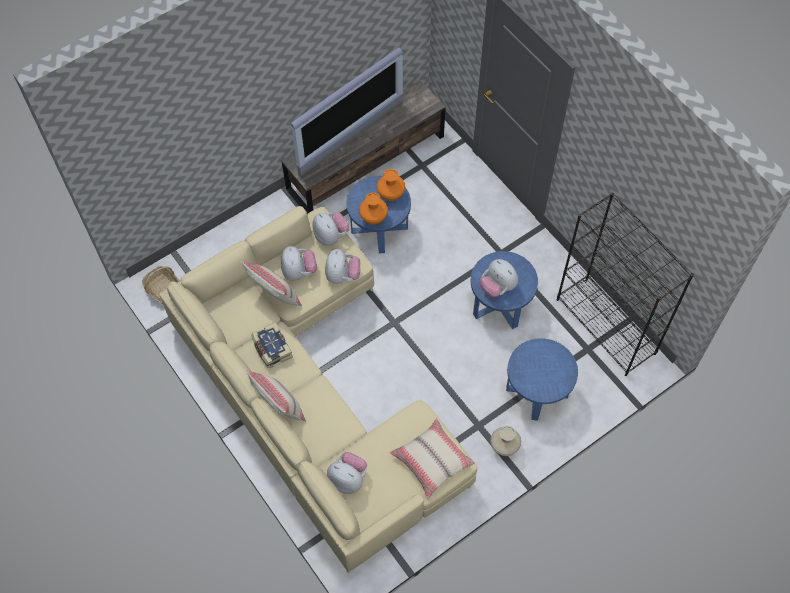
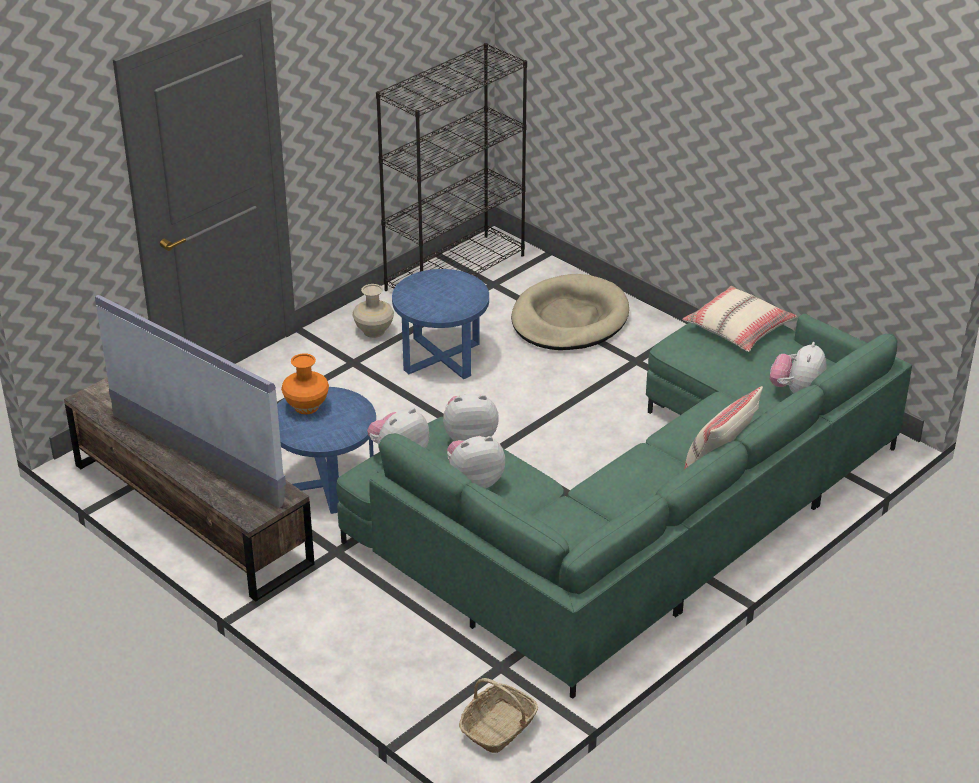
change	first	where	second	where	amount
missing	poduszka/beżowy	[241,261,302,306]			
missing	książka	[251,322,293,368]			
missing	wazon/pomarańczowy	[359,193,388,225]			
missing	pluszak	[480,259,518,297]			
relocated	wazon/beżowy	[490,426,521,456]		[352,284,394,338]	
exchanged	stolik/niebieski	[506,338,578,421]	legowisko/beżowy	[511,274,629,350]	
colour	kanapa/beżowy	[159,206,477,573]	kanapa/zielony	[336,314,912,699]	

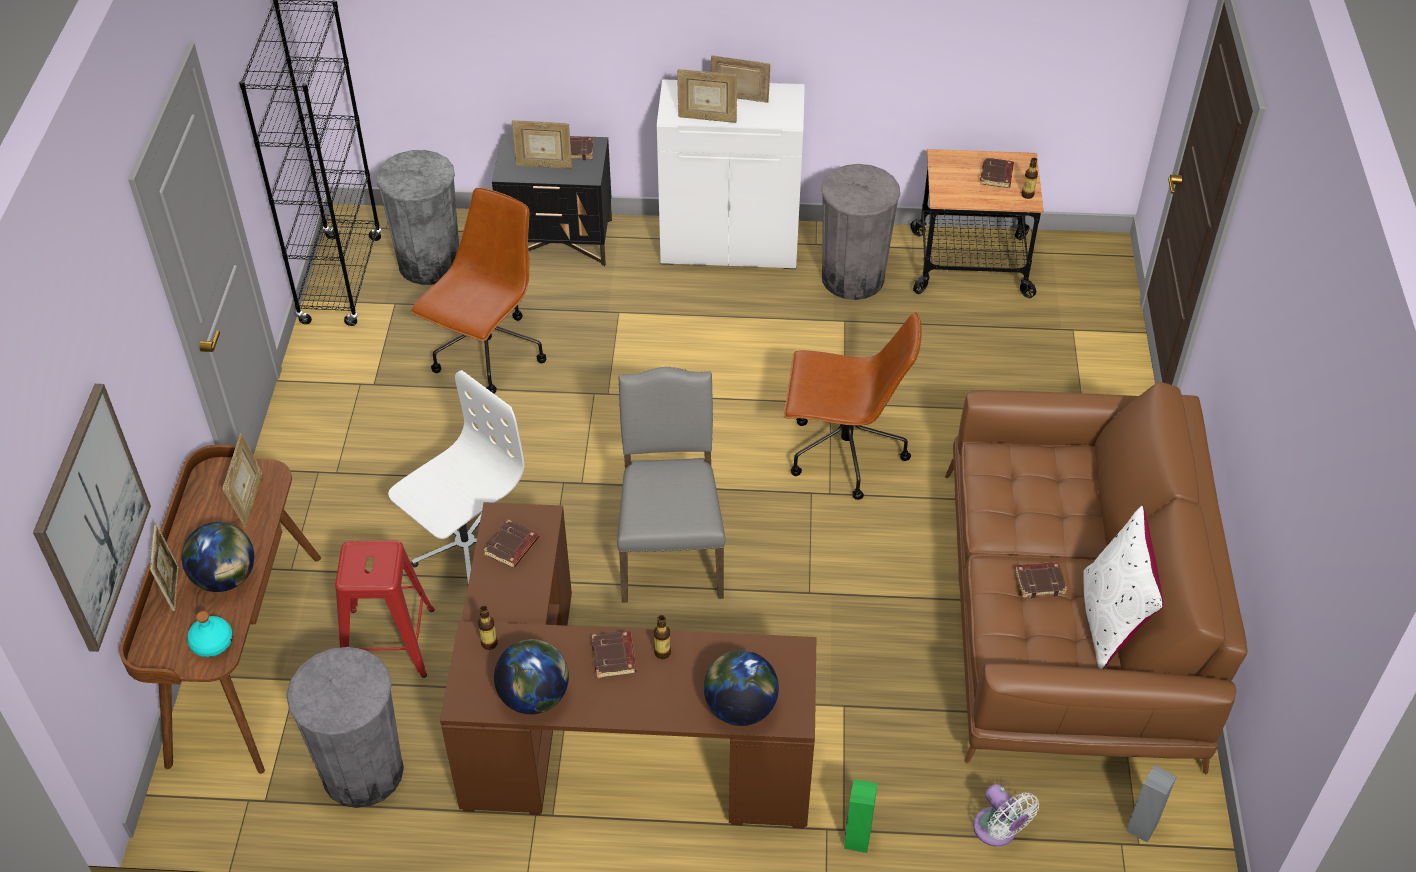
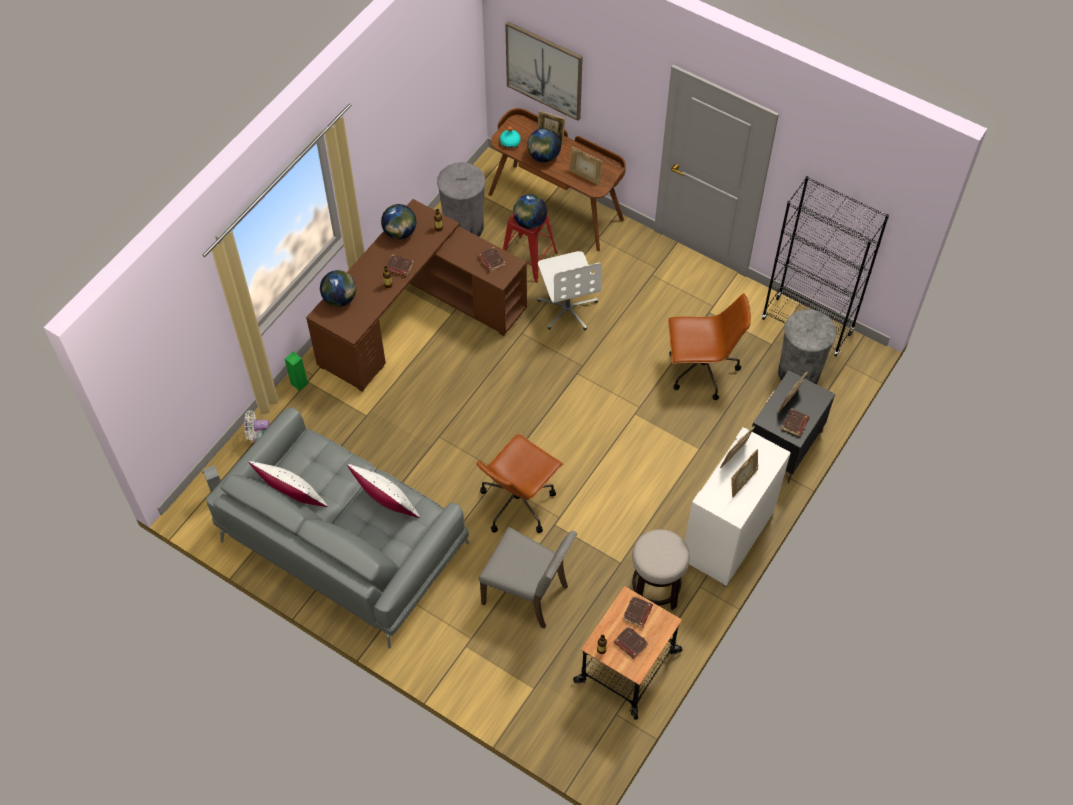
change	first	where	second	where	amount
appeared			poduszka/biały	[347,464,420,518]	
appeared			globus	[513,194,547,229]	
relocated	krzesło/szary	[617,367,726,603]		[479,527,577,629]	
relocated	książka/brązowy	[1015,562,1067,598]		[623,596,653,628]	
exchanged	kosz na śmieci/szary	[821,164,900,300]	stołek	[632,529,690,610]	
colour	kanapa/brązowy	[945,382,1247,774]	kanapa/szary	[206,407,469,648]	
spun	krzesło biurowe/brązowy	[411,188,546,394]		[668,293,751,400]	60 degrees counterclockwise

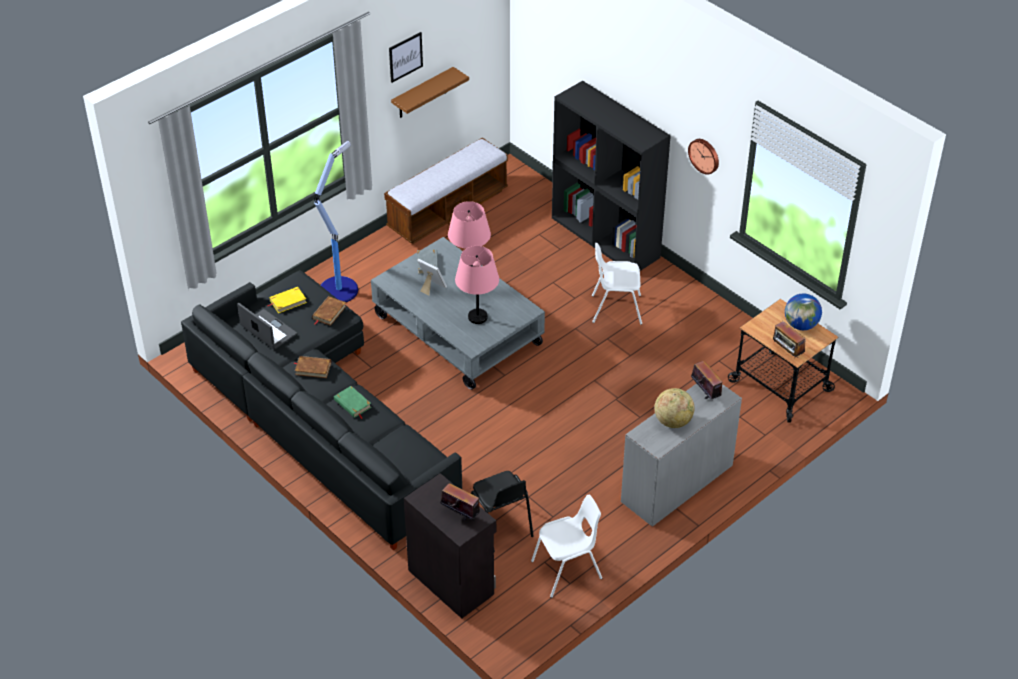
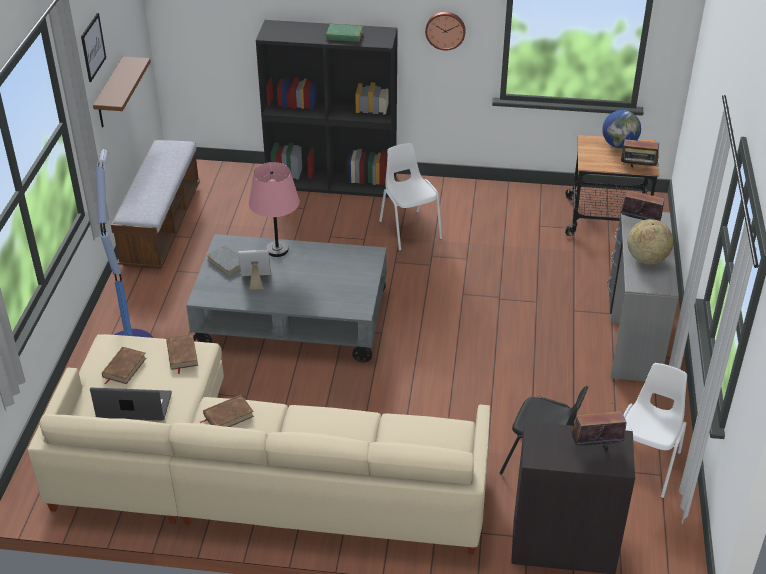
change	first	where	second	where	amount
missing	lampa stołowa/różowy	[455,246,499,324]			
relocated	książka/zielony	[334,386,372,419]		[326,24,366,42]	
colour	kanapa/czarny	[181,270,462,550]	kanapa/beżowy	[28,334,490,554]	
colour	książka/żółty	[267,287,307,313]	książka/brązowy	[102,347,146,385]	
spun	krzesło/biały	[592,243,642,325]		[379,143,442,251]	105 degrees clockwise

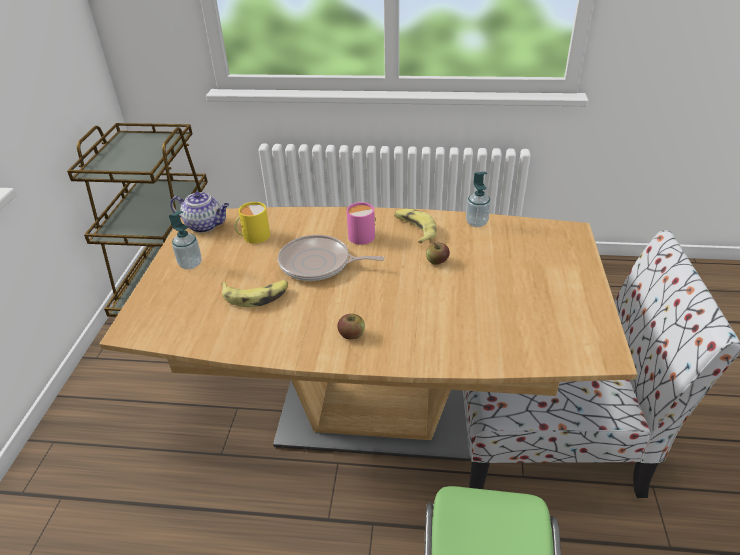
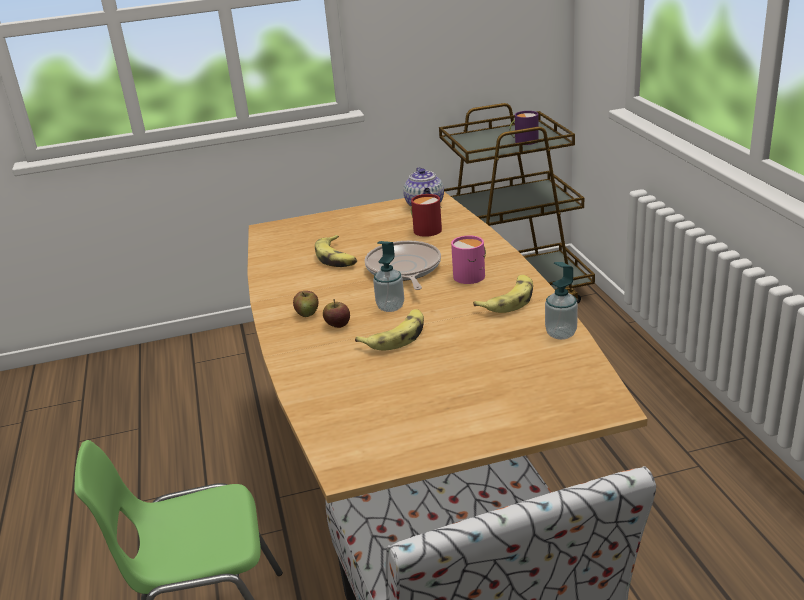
change	first	where	second	where	amount
appeared			banan	[355,309,424,350]	
appeared			kubek/fioletowy	[509,111,539,145]	
relocated	dozownik mydła	[169,211,201,269]		[373,241,404,312]	
relocated	jabłko	[426,243,450,265]		[323,299,350,328]	
colour	kubek/żółty	[235,202,270,244]	kubek/czerwony	[411,194,442,237]	

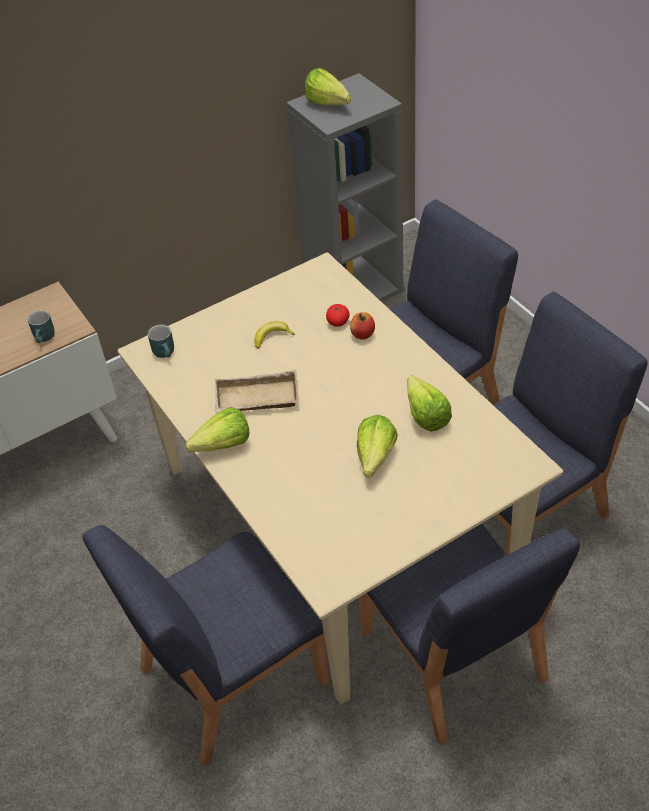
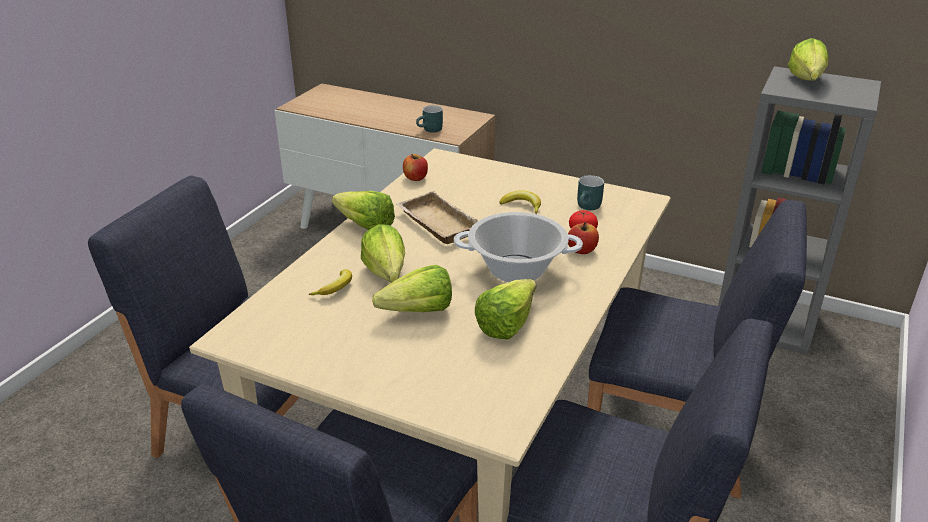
change	first	where	second	where	amount
appeared			banan	[308,269,352,295]	
appeared			sałata	[361,224,405,283]	
appeared			jabłko	[403,154,428,181]	
appeared			garnek	[454,212,583,282]	
relocated	kubek/turkusowy	[148,325,174,358]		[577,175,604,210]	

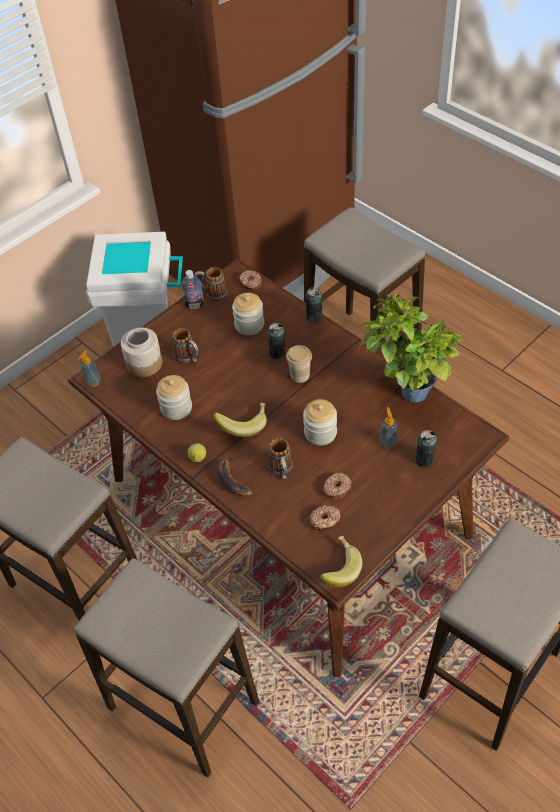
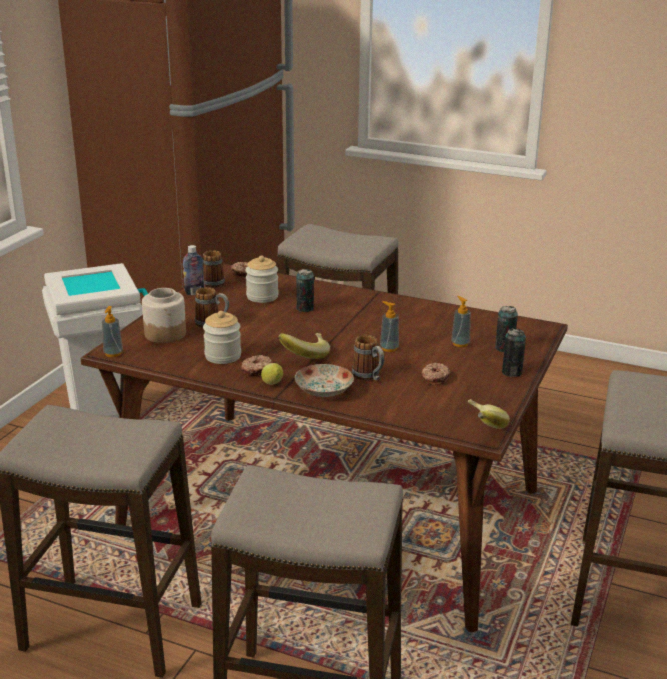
change	first	where	second	where	amount
missing	filiżanka	[286,345,312,383]			
missing	roślina doniczkowa	[359,294,464,402]			
relocated	puszka	[306,287,322,323]		[502,328,526,377]	
relocated	donut	[309,505,341,531]		[241,355,273,376]	
exchanged	banan	[218,456,254,496]	talerz	[295,364,354,397]	
exchanged	słoik	[303,399,337,446]	dozownik mydła	[380,301,399,352]	

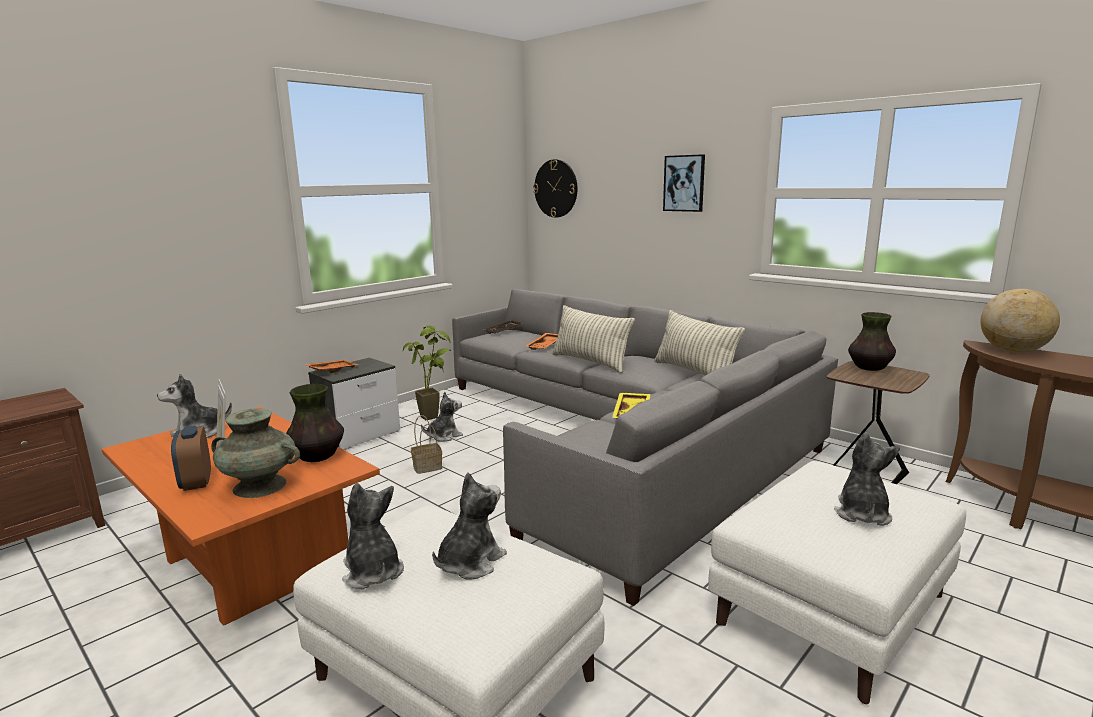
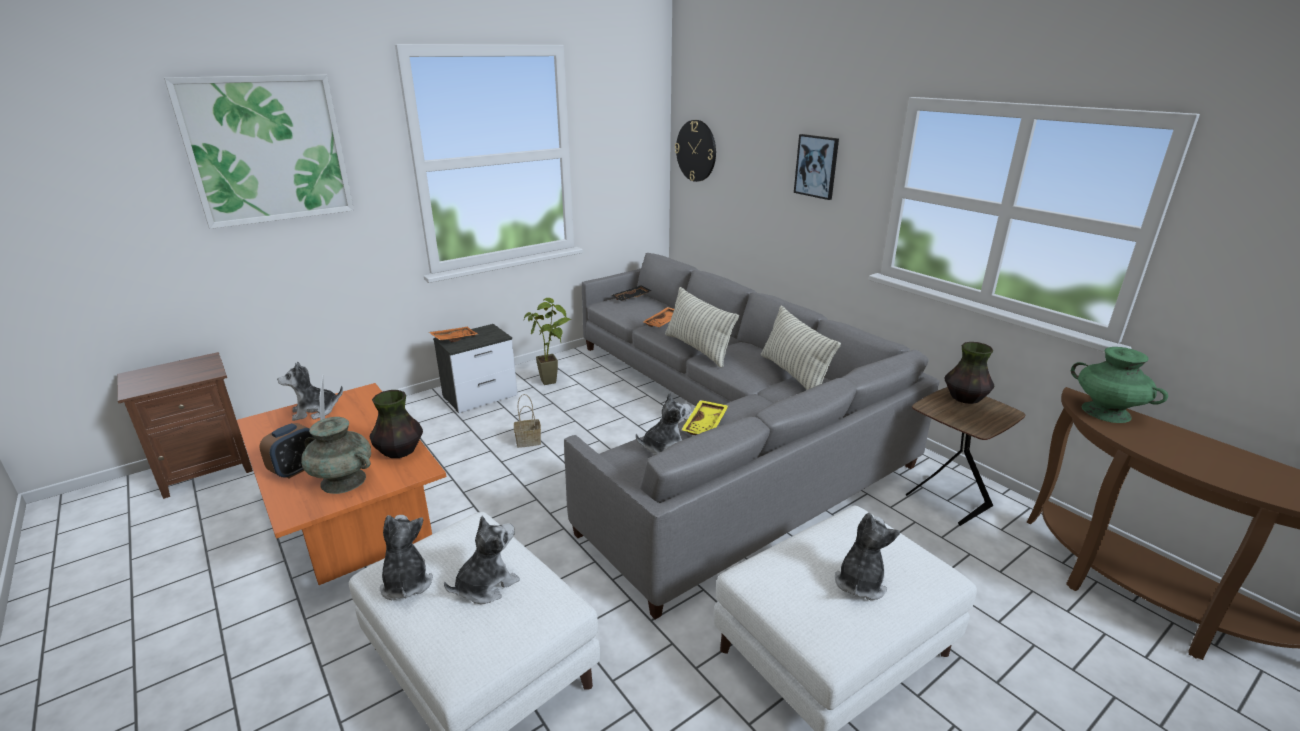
change	first	where	second	where	amount
appeared			obraz	[164,75,354,229]	
relocated	pluszak	[421,392,463,442]		[636,392,691,455]	
exchanged	globus	[981,289,1060,353]	wazon/zielony	[1071,347,1168,423]	
spun	budzik	[171,425,211,491]		[259,423,314,478]	135 degrees counterclockwise

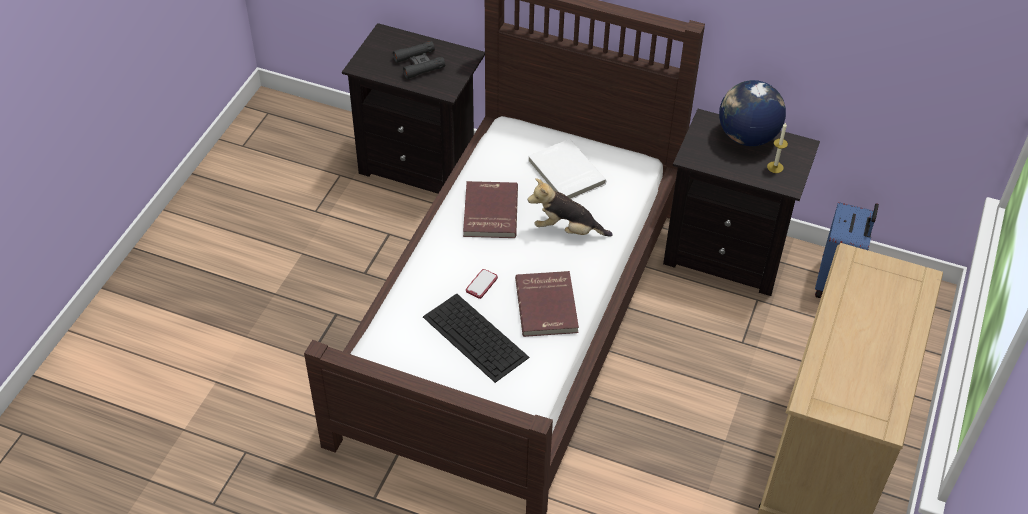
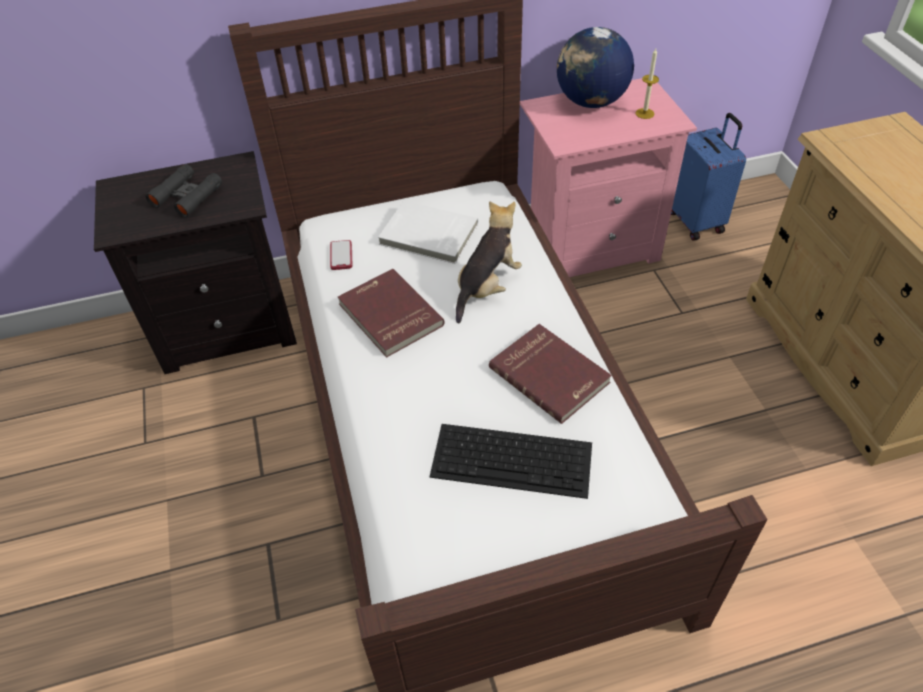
change	first	where	second	where	amount
relocated	telefon	[466,269,498,299]		[330,240,352,270]	
colour	szafka nocna/czarny	[663,109,820,296]	szafka nocna/różowy	[520,78,697,277]	
spun	pluszak	[528,178,613,237]		[456,201,522,323]	150 degrees clockwise

